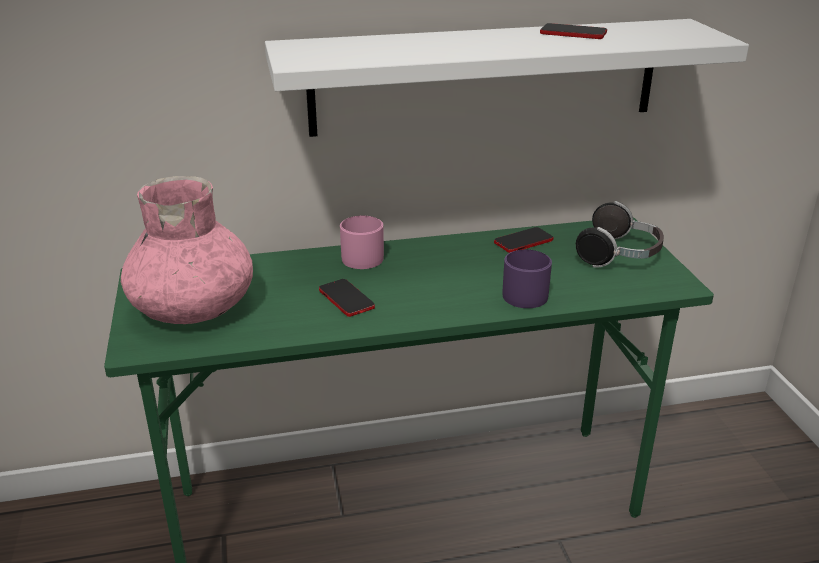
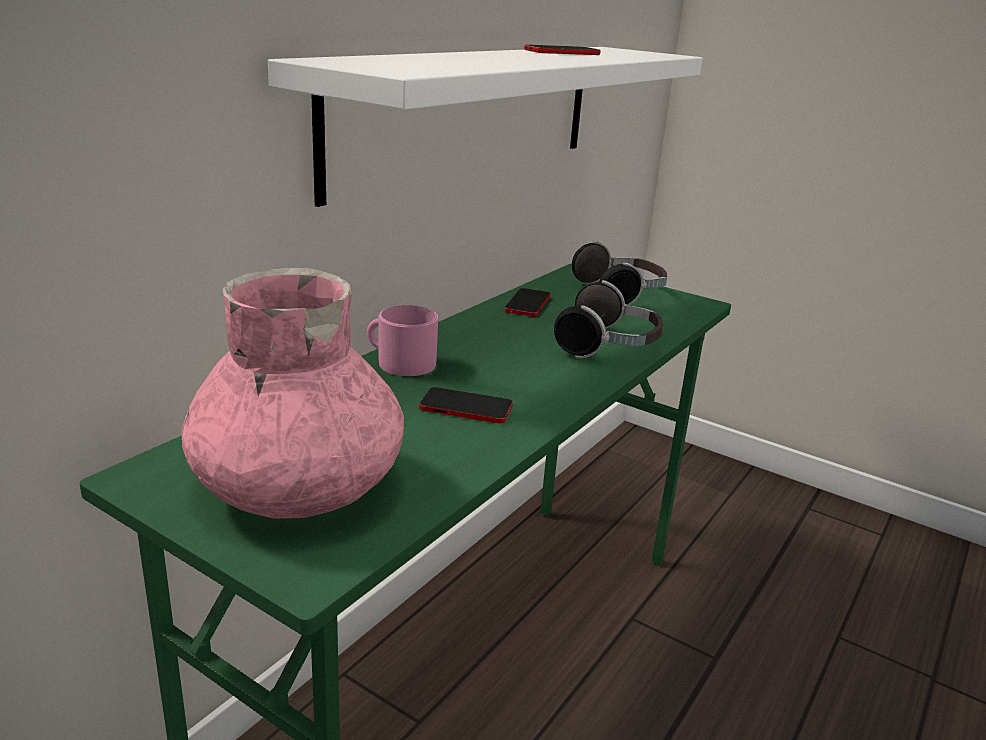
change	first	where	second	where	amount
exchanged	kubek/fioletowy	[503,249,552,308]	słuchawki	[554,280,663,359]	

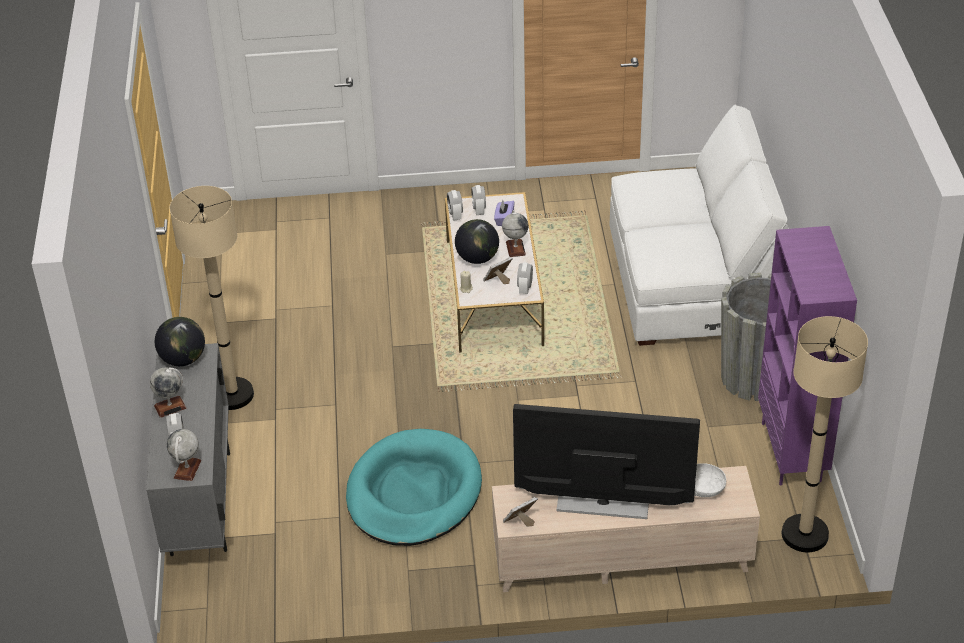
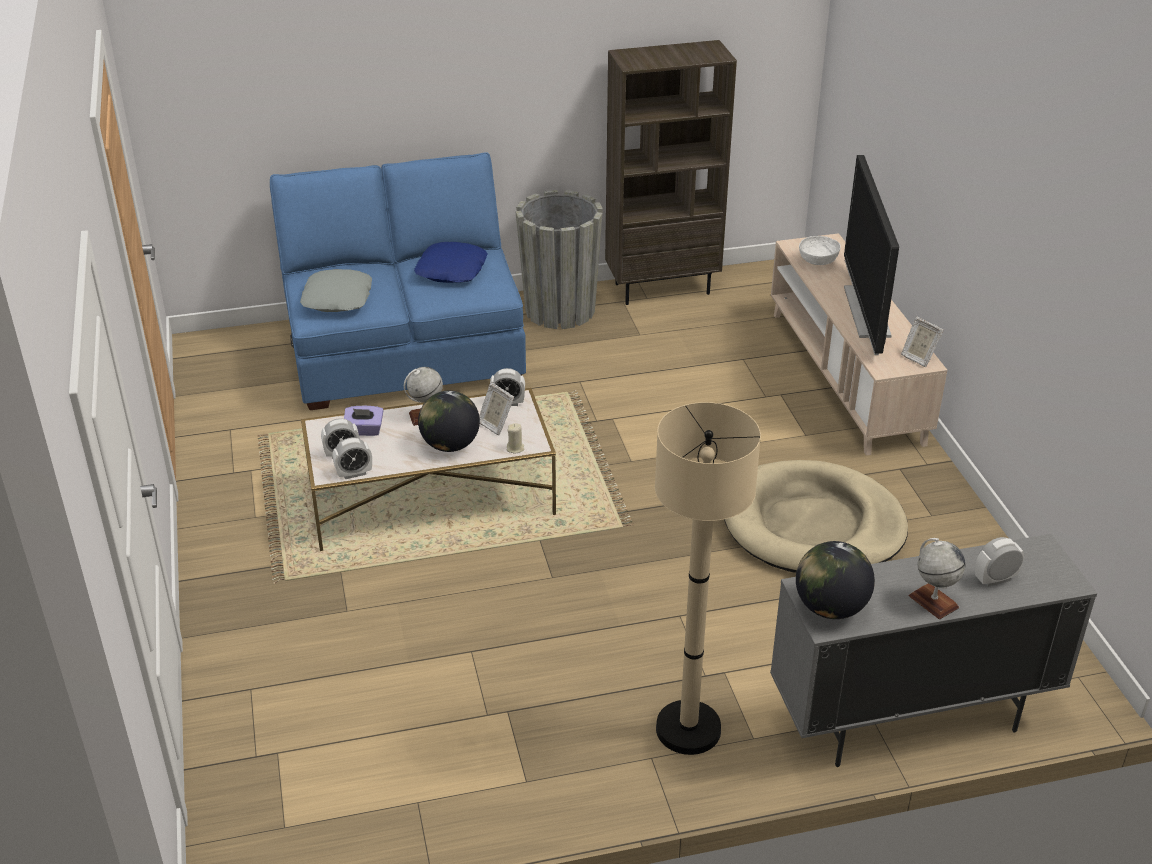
change	first	where	second	where	amount
missing	globus	[167,429,201,481]			
missing	lampa stojąca/beżowy	[782,316,868,552]			
appeared			poduszka/szary	[300,269,372,312]	
appeared			poduszka/niebieski	[414,242,488,283]	
colour	legowisko/turkusowy	[346,429,482,546]	legowisko/beżowy	[724,460,908,573]	
colour	kanapa/biały	[609,104,789,346]	kanapa/niebieski	[270,152,526,410]	
colour	regał/fioletowy	[758,226,857,485]	regał/brązowy	[605,40,737,305]	

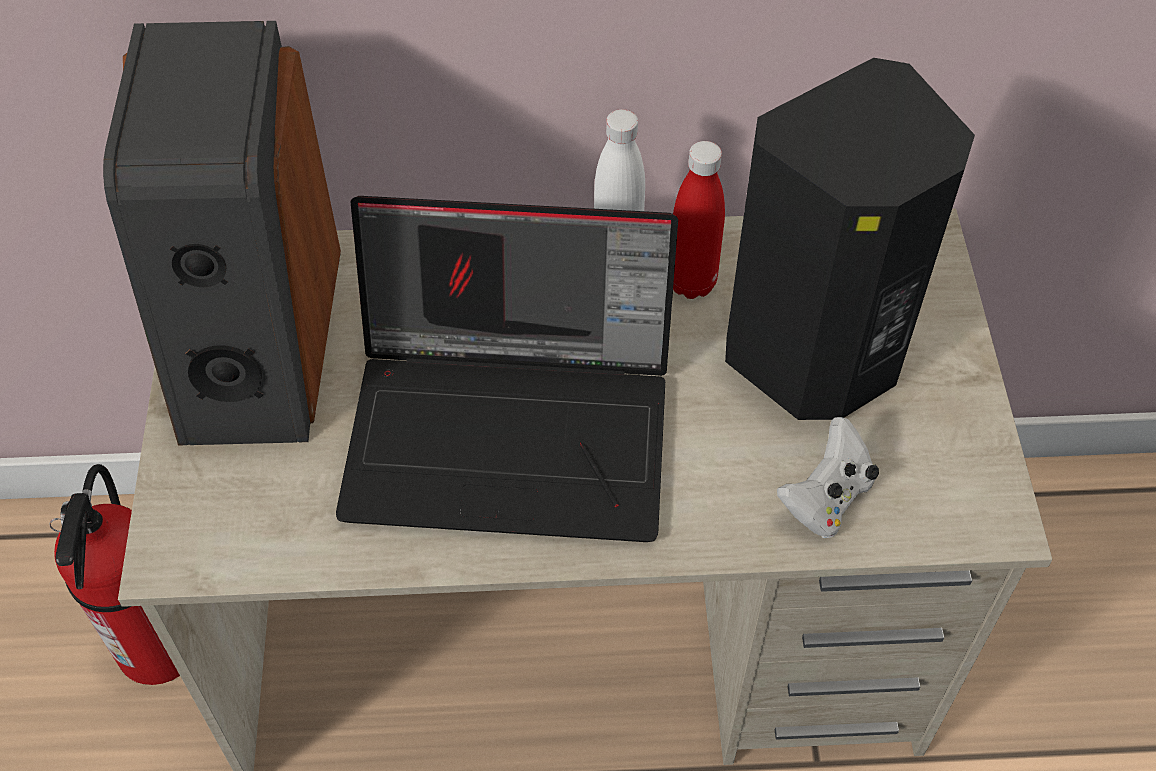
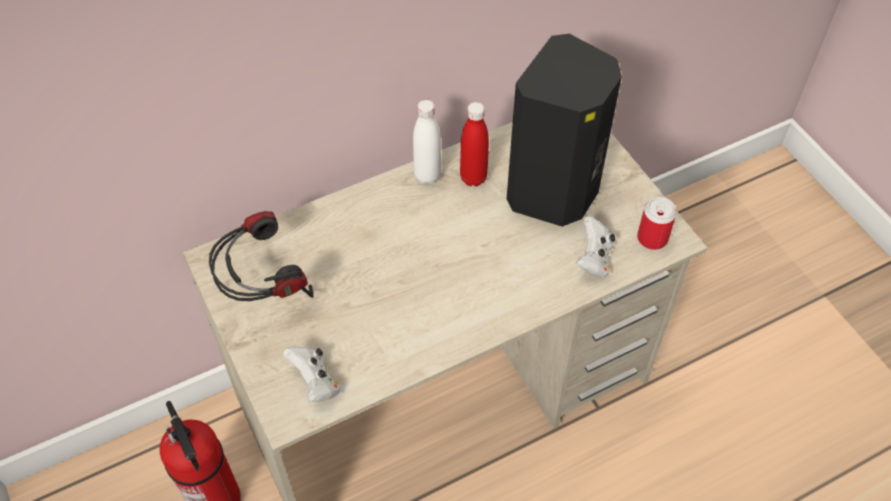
change	first	where	second	where	amount
missing	laptop	[336,196,678,542]			
appeared			pad do gier/biały	[283,346,340,402]	
appeared			puszka	[637,197,676,250]	
exchanged	głośnik	[103,21,341,446]	słuchawki	[209,211,314,301]	

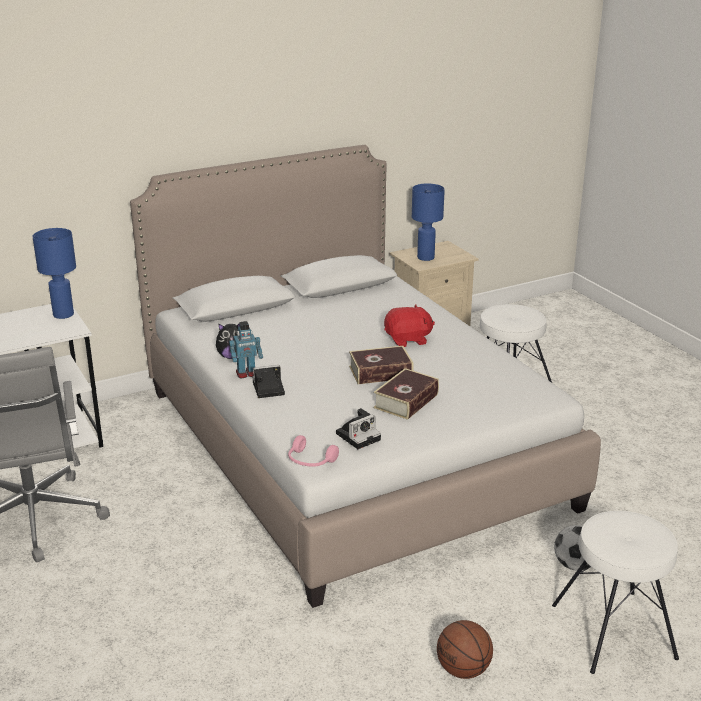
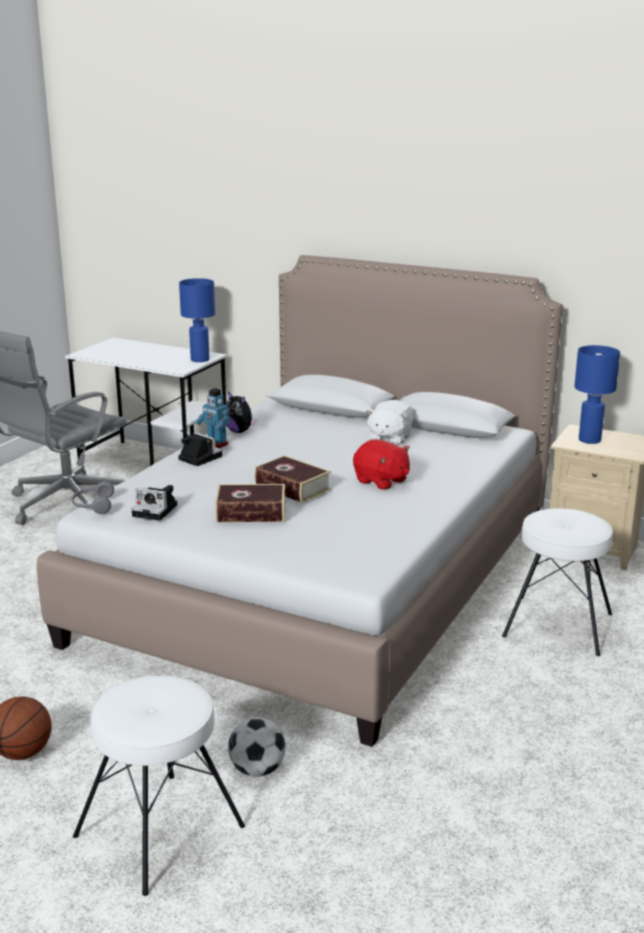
change	first	where	second	where	amount
appeared			pluszak/biały	[366,400,413,445]	
colour	słuchawki/różowy	[288,435,339,467]	słuchawki/szary	[71,481,114,514]	

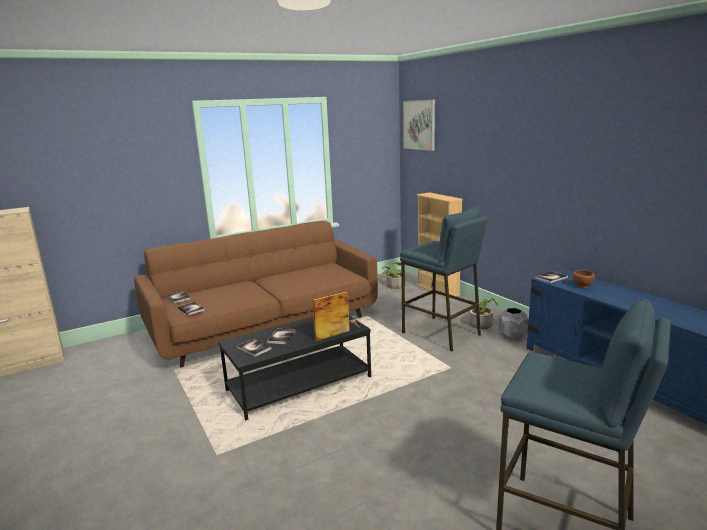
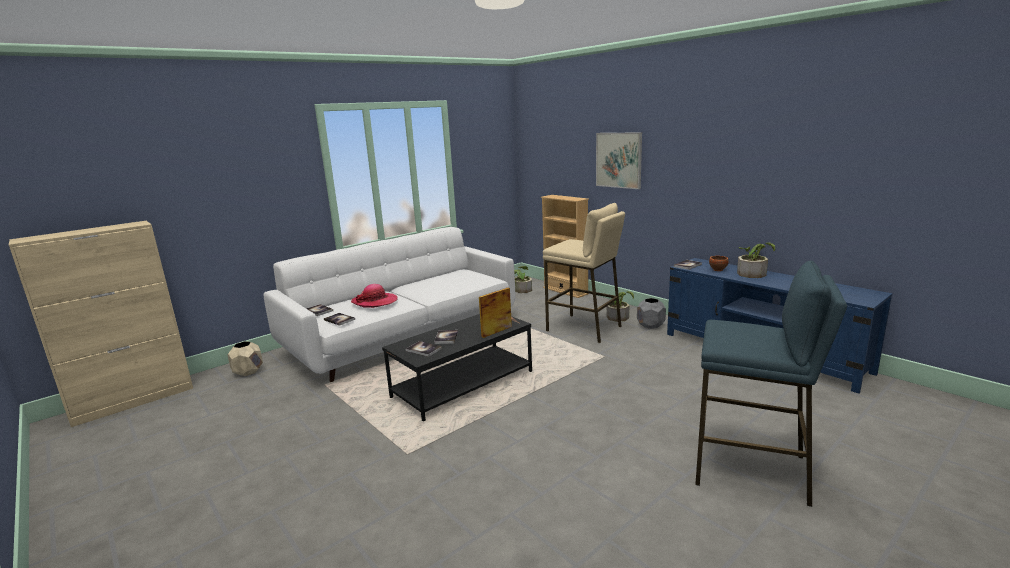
change	first	where	second	where	amount
appeared			donica/beżowy	[227,341,263,376]	
appeared			kapelusz	[351,284,398,308]	
appeared			roślina doniczkowa	[737,242,775,278]	
relocated	obraz	[403,100,435,151]		[596,132,642,189]	
colour	kanapa/brązowy	[134,221,378,368]	kanapa/biały	[264,227,515,382]	
colour	stołek/niebieski	[400,207,487,352]	stołek/beżowy	[543,203,625,343]	

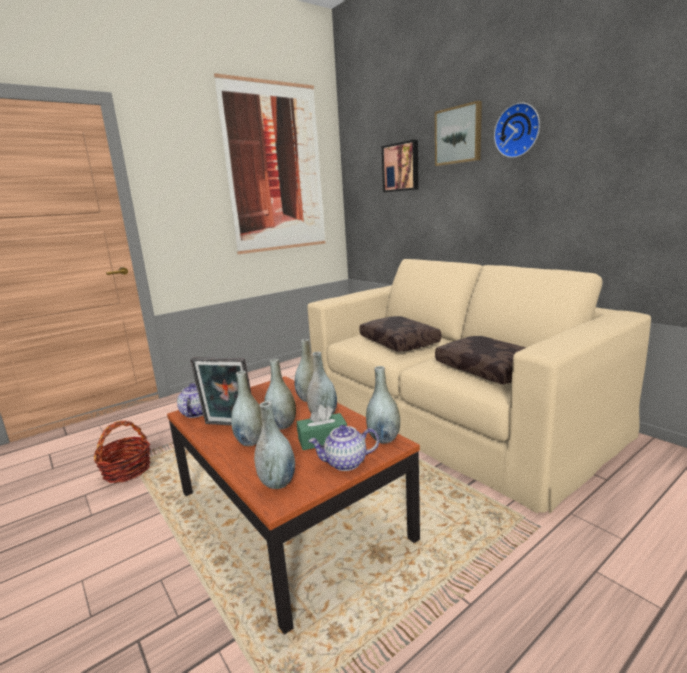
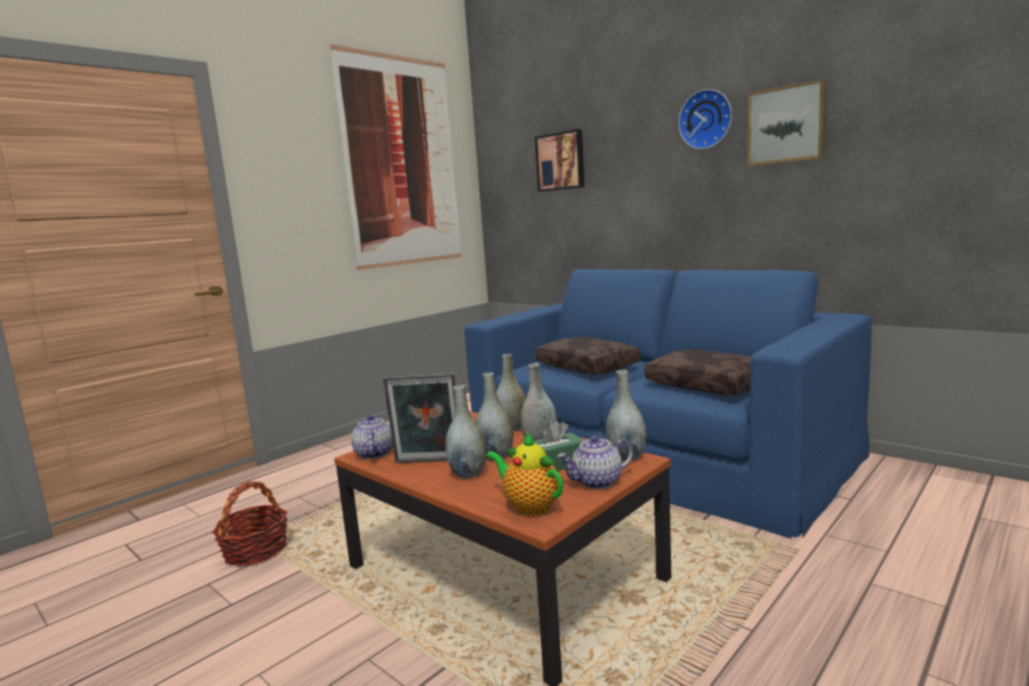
change	first	where	second	where	amount
relocated	obraz	[435,101,482,166]		[748,79,826,166]	
exchanged	wazon/szary	[254,401,295,489]	imbryk	[486,432,563,516]	
colour	kanapa/beżowy	[307,259,651,514]	kanapa/niebieski	[464,269,872,539]	

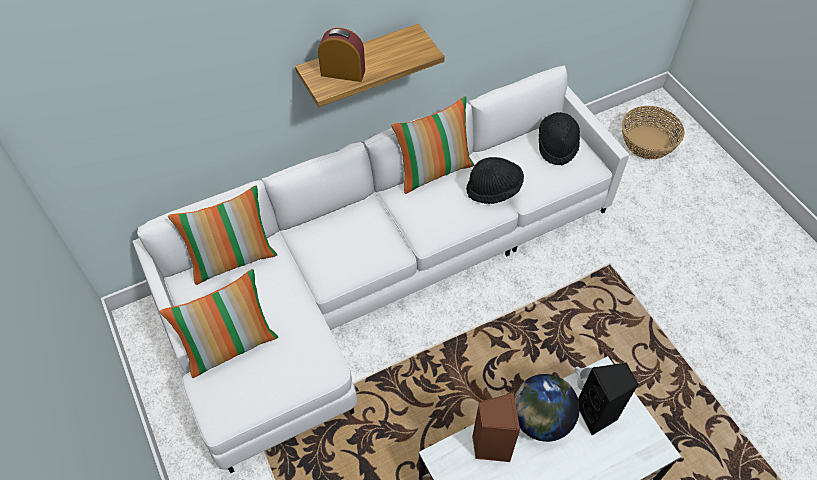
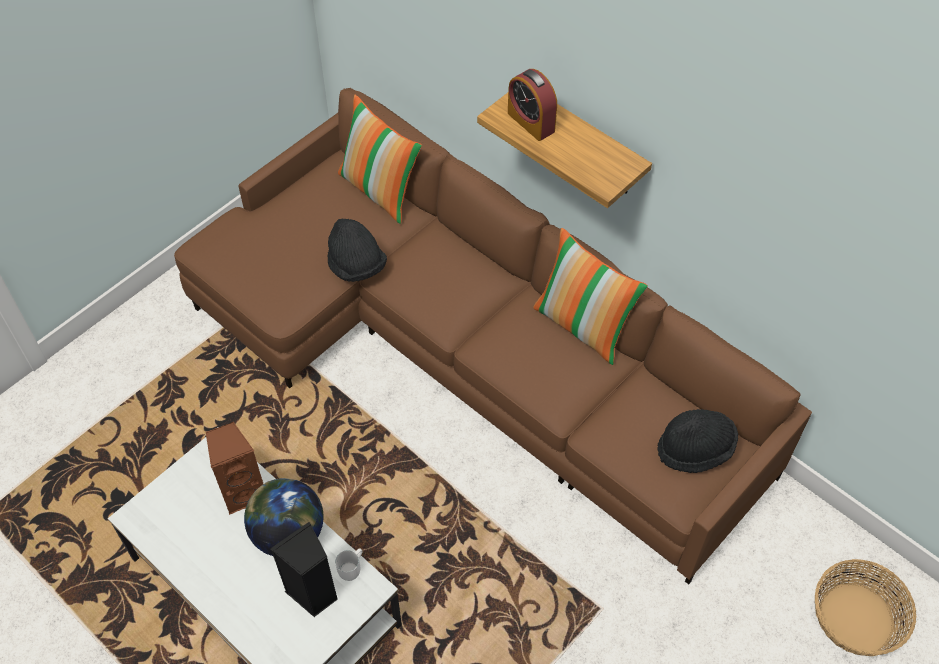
change	first	where	second	where	amount
missing	poduszka	[159,269,278,378]			
relocated	kapelusz/czarny	[466,157,524,204]		[328,219,387,282]	
colour	kanapa/biały	[133,66,629,473]	kanapa/brązowy	[174,88,812,584]	
spun	budzik	[318,28,365,82]		[508,69,557,141]	150 degrees clockwise

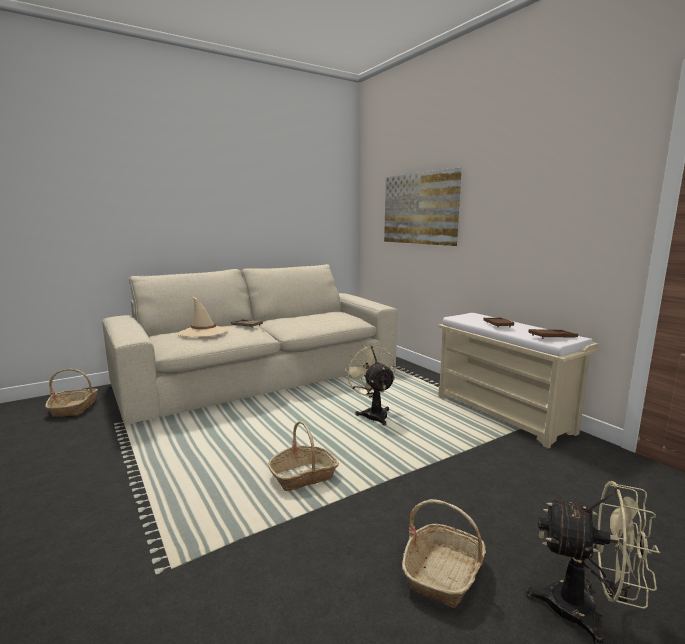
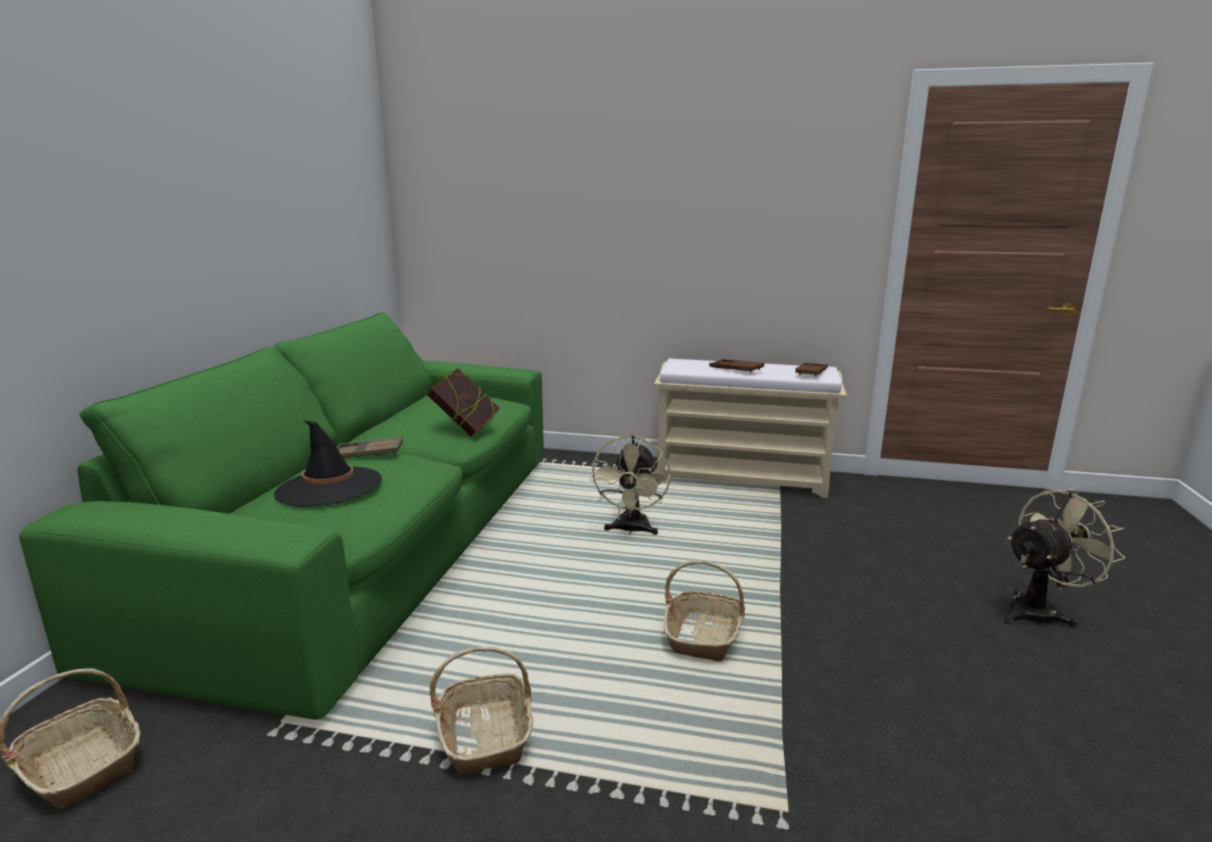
change	first	where	second	where	amount
missing	obraz	[384,167,462,246]			
appeared			książka	[427,368,500,437]	
relocated	koszyk	[402,499,486,608]		[430,647,533,774]	
colour	kanapa/beżowy	[102,264,397,425]	kanapa/zielony	[19,312,544,720]	
colour	kapelusz/beżowy	[177,296,229,337]	kapelusz/czarny	[274,420,382,507]	
spun	wentylator/beżowy	[344,344,396,426]		[589,436,671,535]	105 degrees counterclockwise

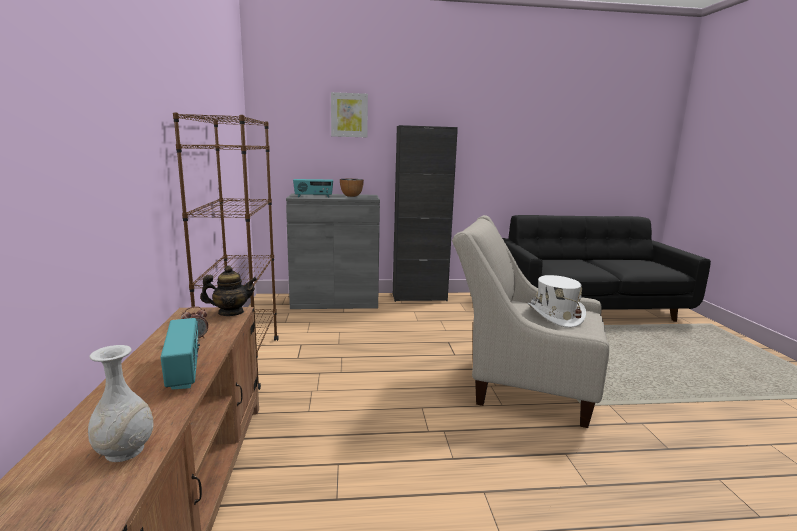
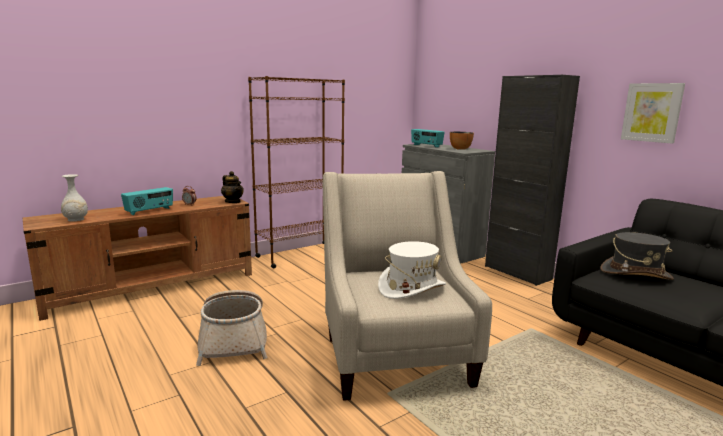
change	first	where	second	where	amount
appeared			koszyk	[196,290,267,366]	
appeared			kapelusz/szary	[600,232,674,280]	
relocated	obraz	[331,92,368,137]		[621,83,685,143]	

